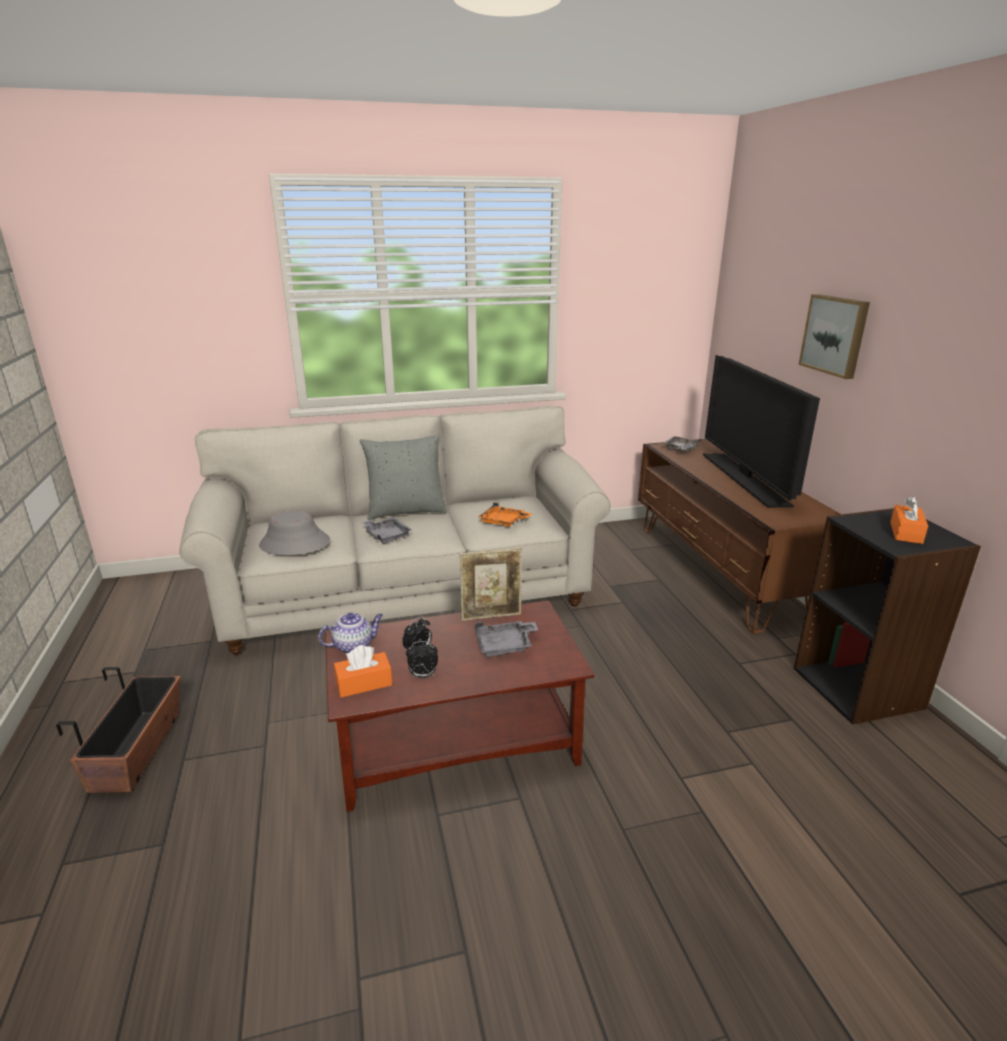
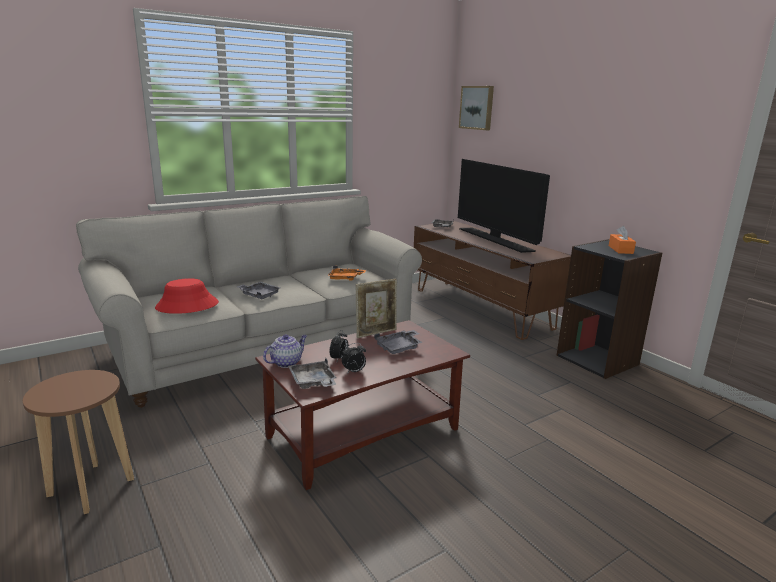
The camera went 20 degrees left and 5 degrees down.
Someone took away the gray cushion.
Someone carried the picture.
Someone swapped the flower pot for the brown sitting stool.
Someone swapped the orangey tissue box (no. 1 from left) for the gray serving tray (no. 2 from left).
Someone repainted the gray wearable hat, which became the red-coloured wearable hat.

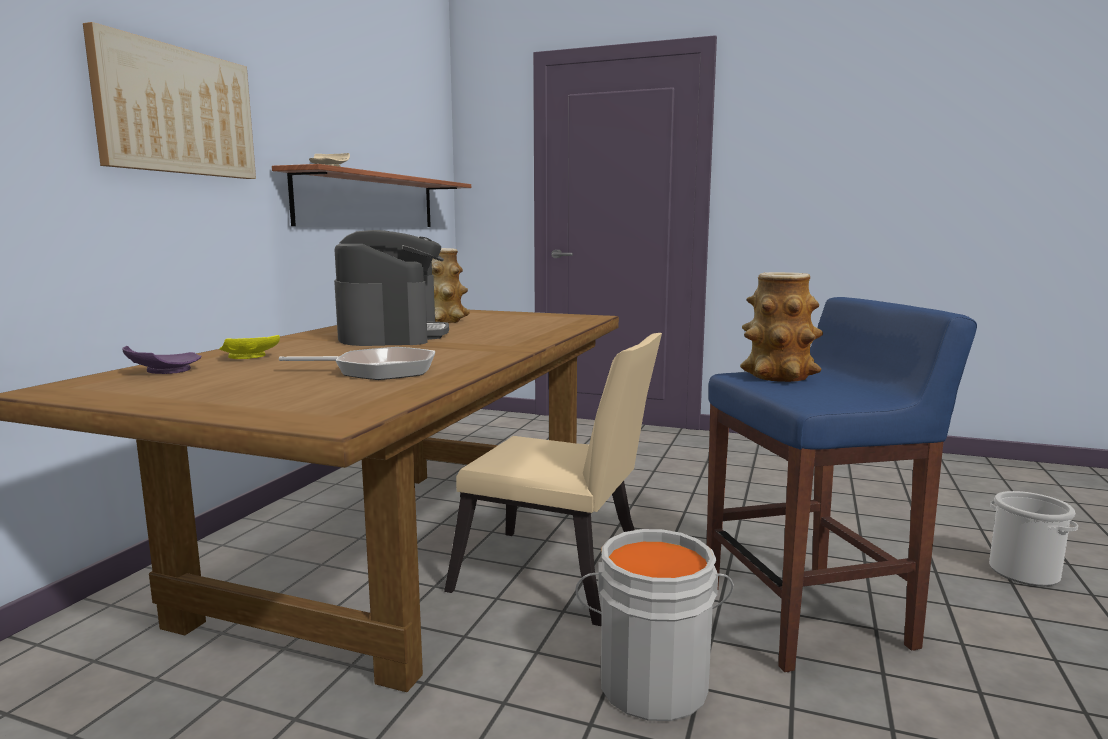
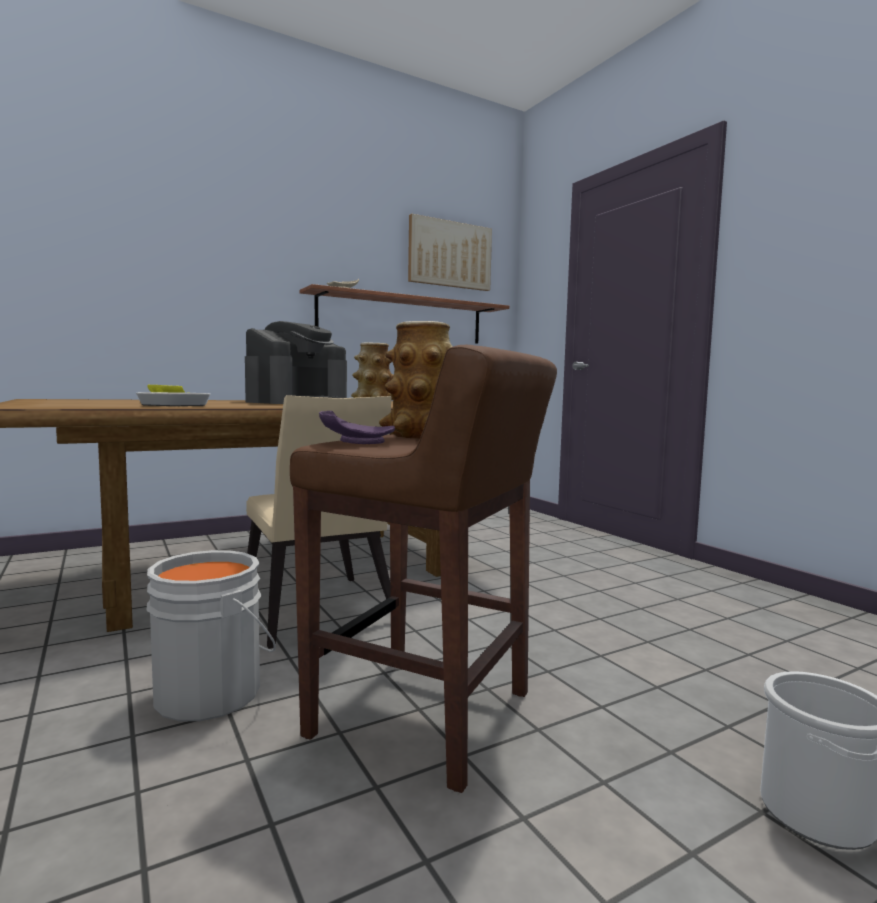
The camera went 40 degrees right and 5 degrees down.
Someone carried the picture.
Someone carried the purple flat dish.
Someone repainted the bluish sitting stool, which became the brown sitting stool.

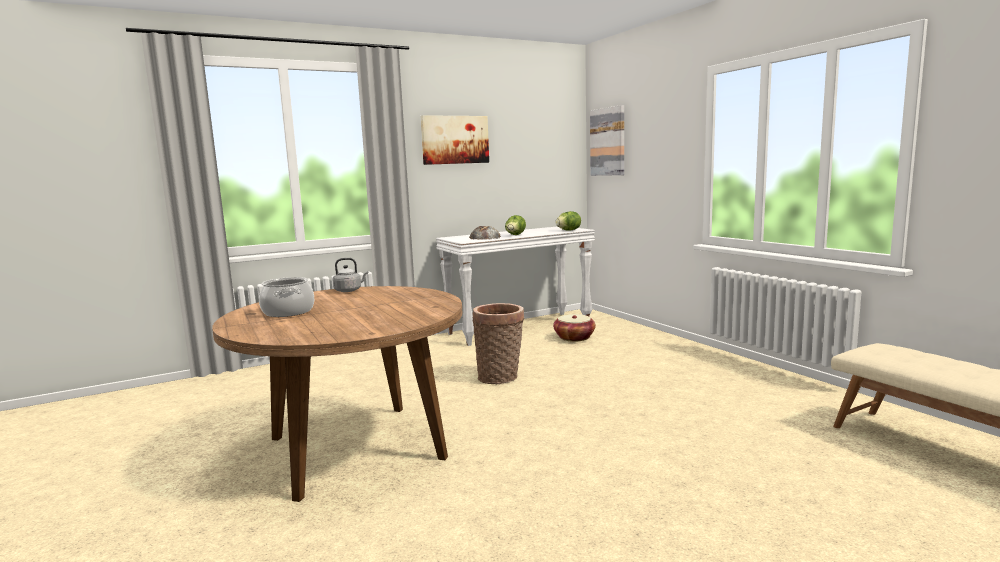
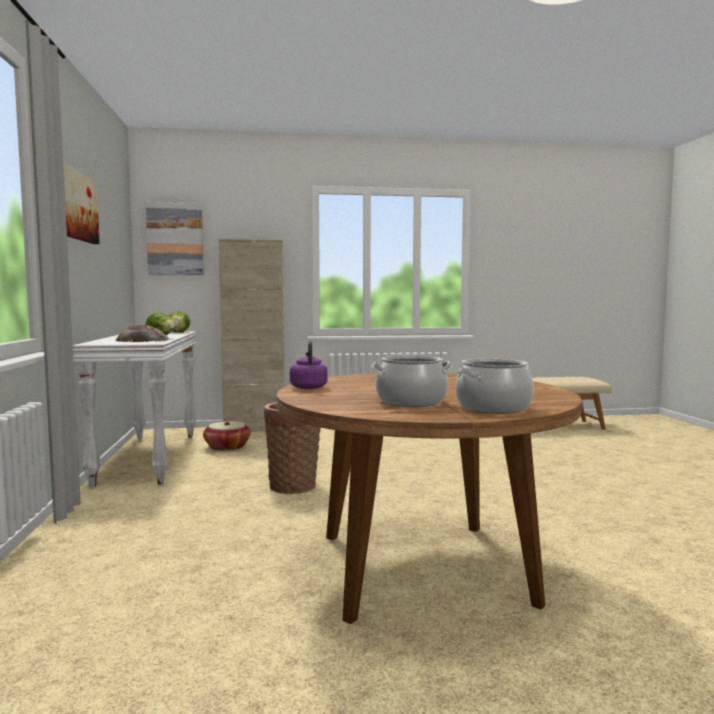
The camera went 70 degrees left and 5 degrees down.
Someone put down the beige-coloured cupboard.
Someone put down the cooking pot (no. 2 from left).
Someone repainted the gray tea kettle, which became the purple tea kettle.

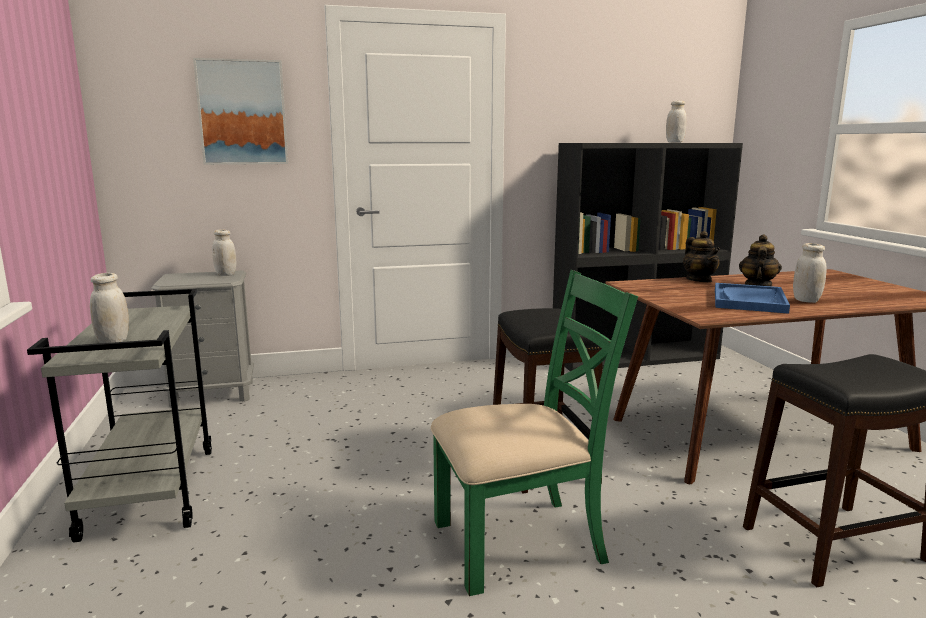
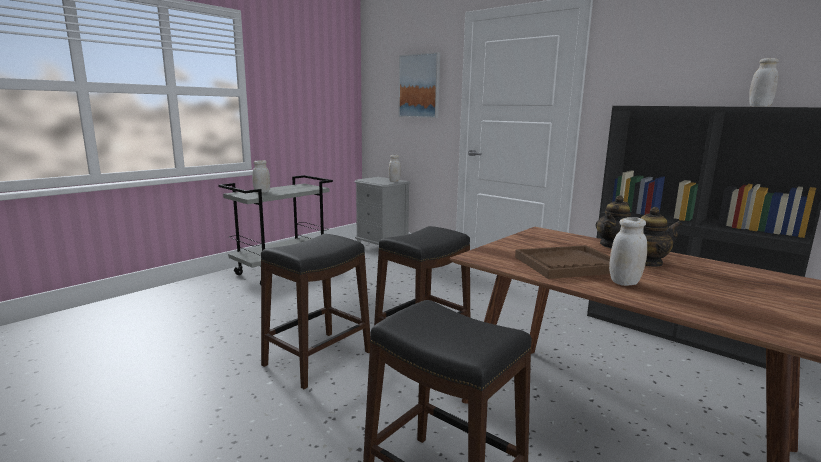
The camera went 55 degrees right and 0 degrees up.
Someone swapped the green plain chair for the black sitting stool (no. 1 from left).
Someone repainted the bluish serving tray, which became the brown serving tray.

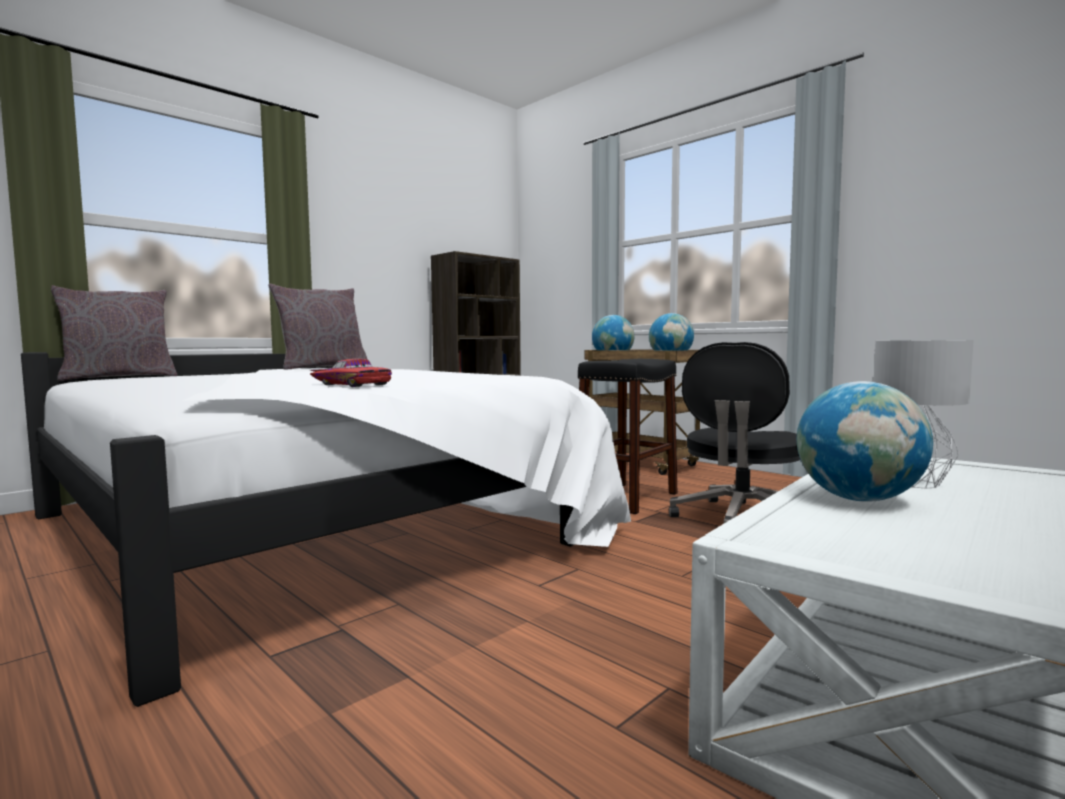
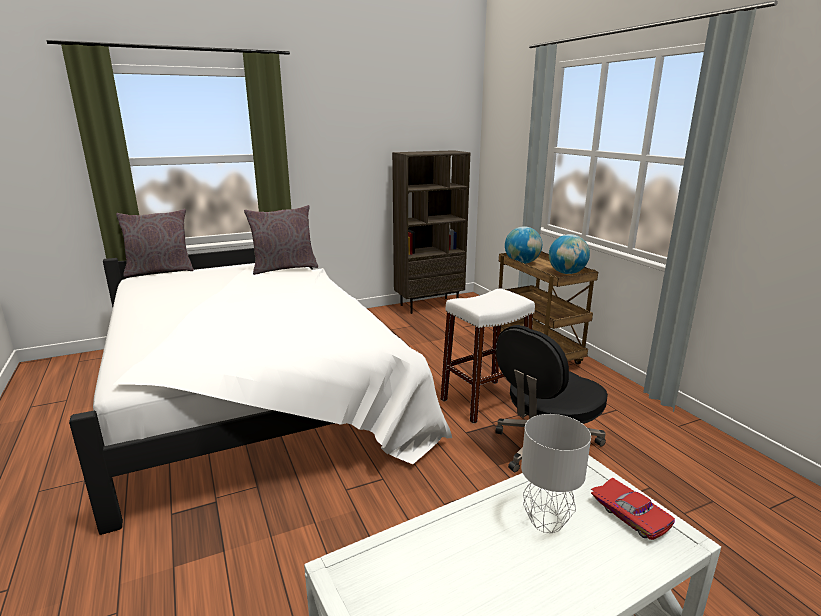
The camera went 20 degrees right and 15 degrees up.
Someone took away the desk globe (no. 3 from left).
Someone carried the red-coloured toy car.
Someone repainted the black sitting stool, which became the whitish sitting stool.

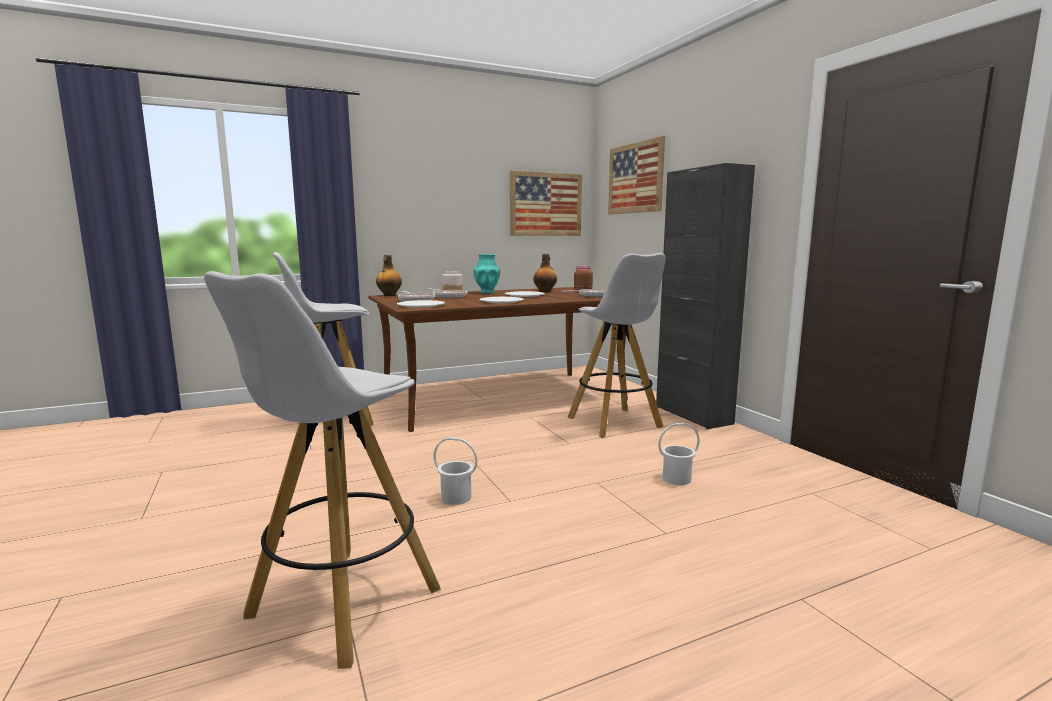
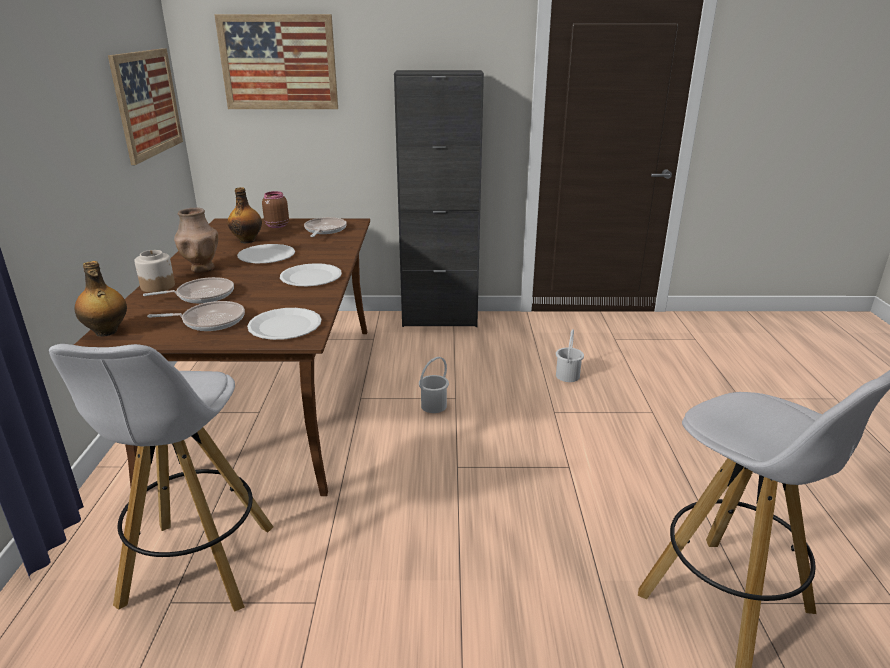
The camera went 65 degrees left and 15 degrees up.
Someone took away the whitish sitting stool (no. 3 from left).
Someone carried the whitish pail (no. 1 from left).
Someone repainted the blue-green flower vase, which became the brown flower vase.

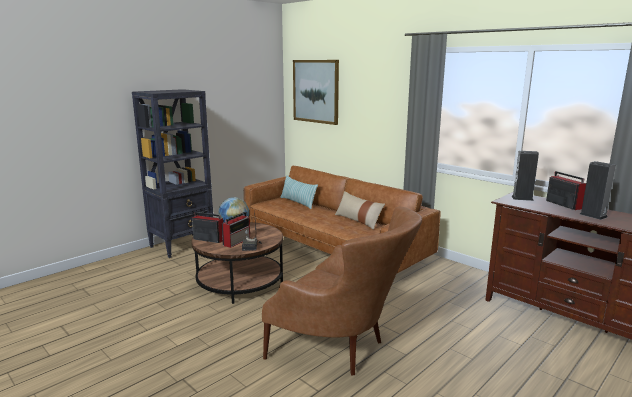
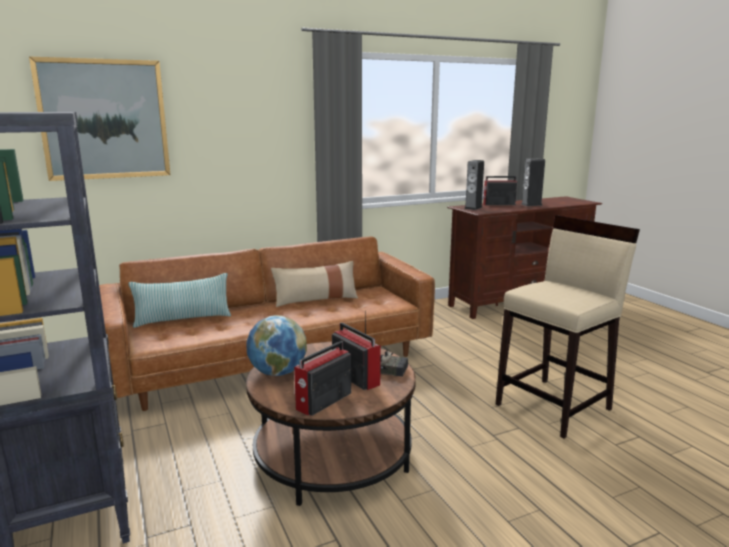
The camera went 70 degrees left and 0 degrees up.
Someone swapped the brown armchair for the beige-coloured sitting stool.

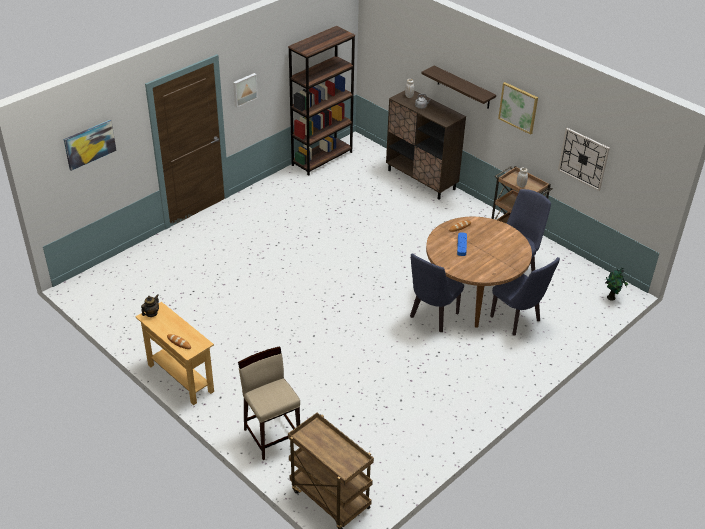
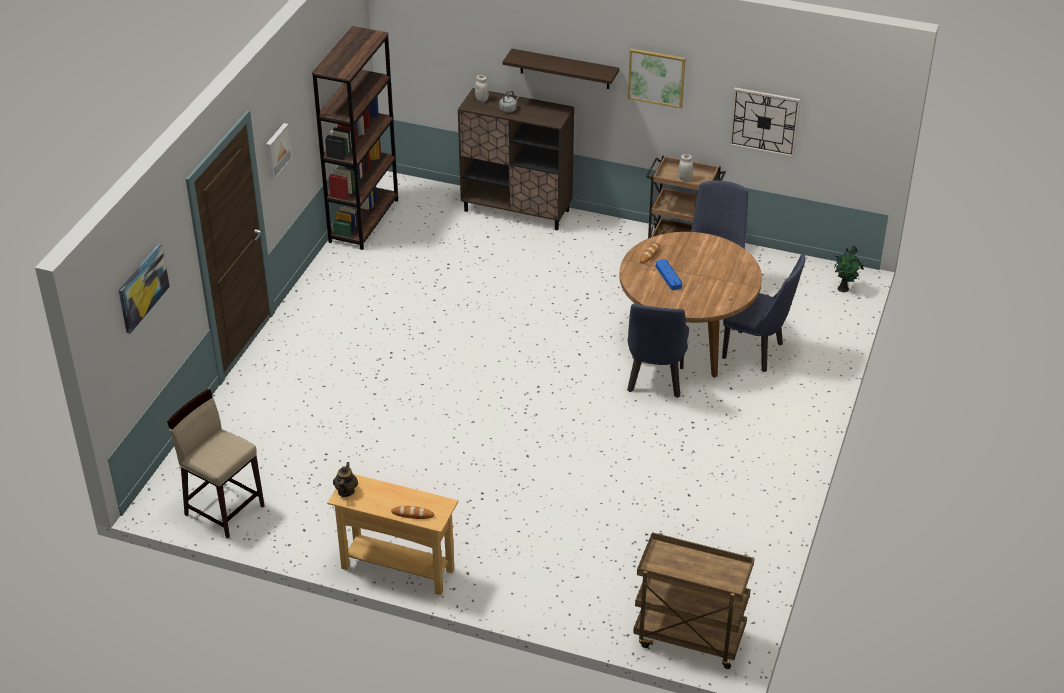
The camera went 25 degrees left and 0 degrees up.
Someone carried the beige-coloured sitting stool.

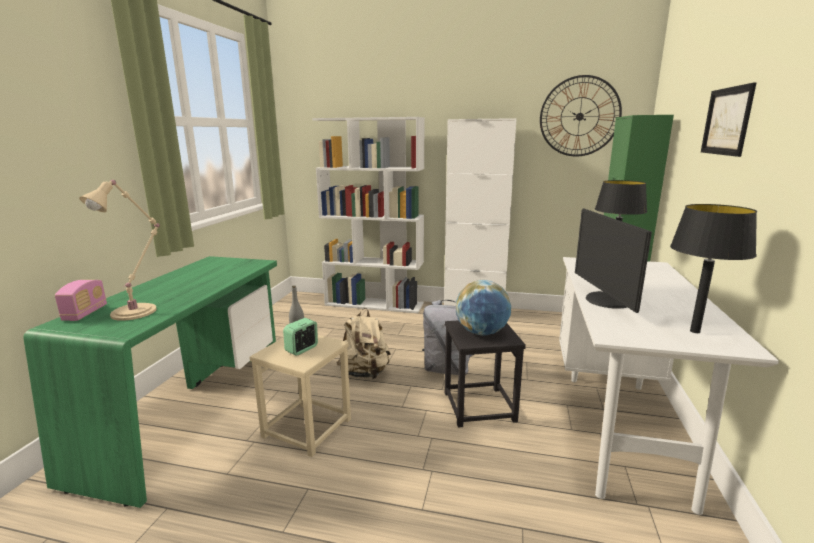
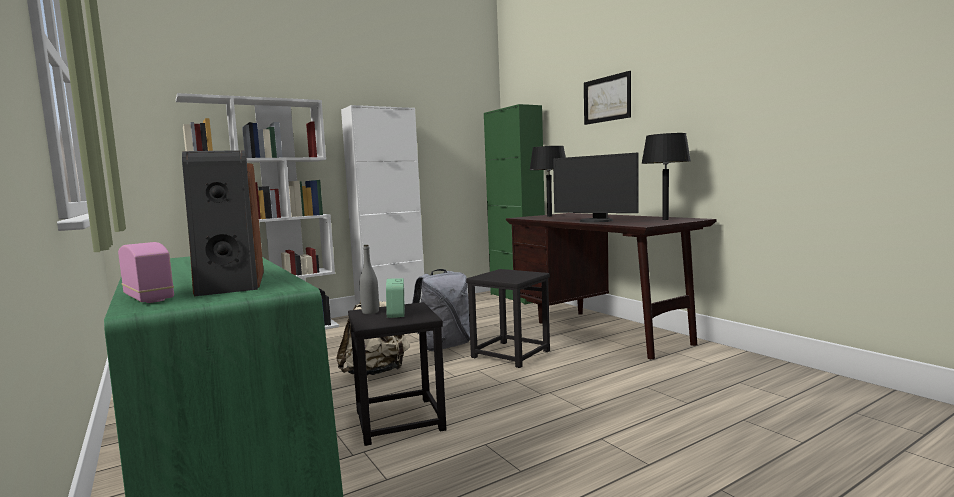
The camera went 45 degrees left and 10 degrees down.
Someone took away the desk globe.
Someone took away the hanging clock.
Someone swapped the beige-coloured lamp for a table for the speaker.
Someone repainted the beige-coloured sitting stool, which became the black sitting stool (no. 1 from left).
Someone repainted the whitish desk, which became the brown desk.

